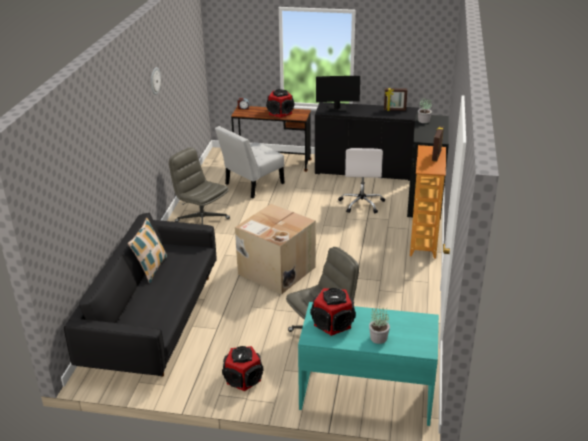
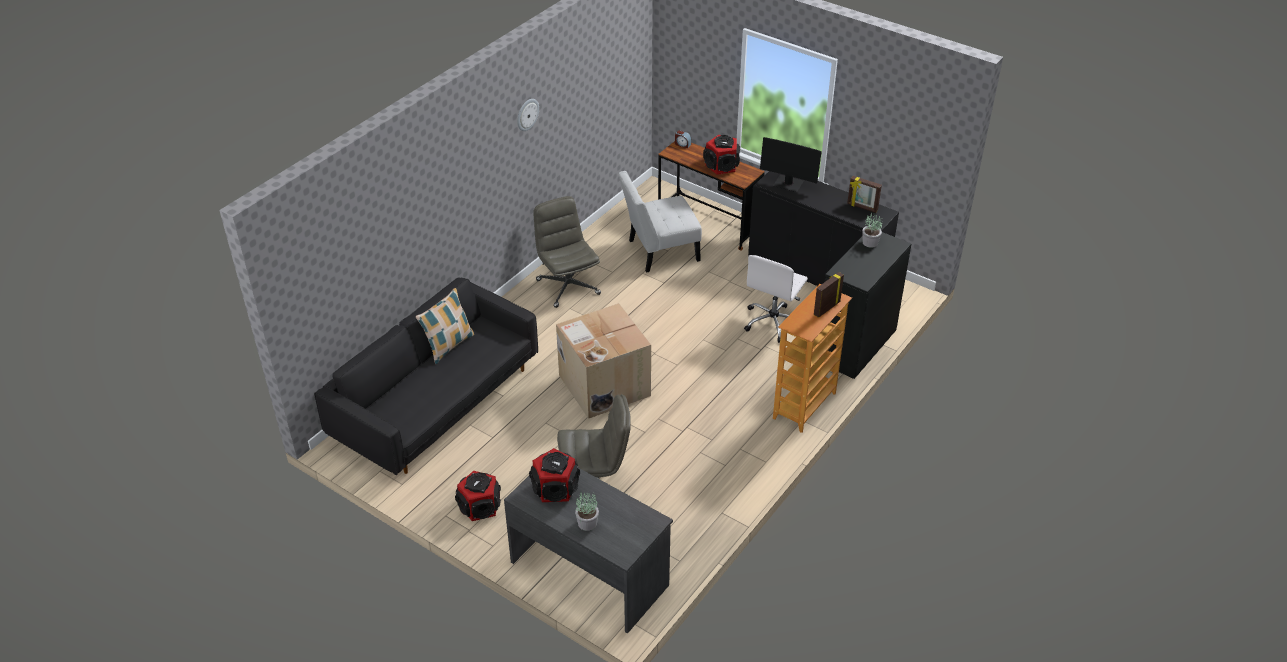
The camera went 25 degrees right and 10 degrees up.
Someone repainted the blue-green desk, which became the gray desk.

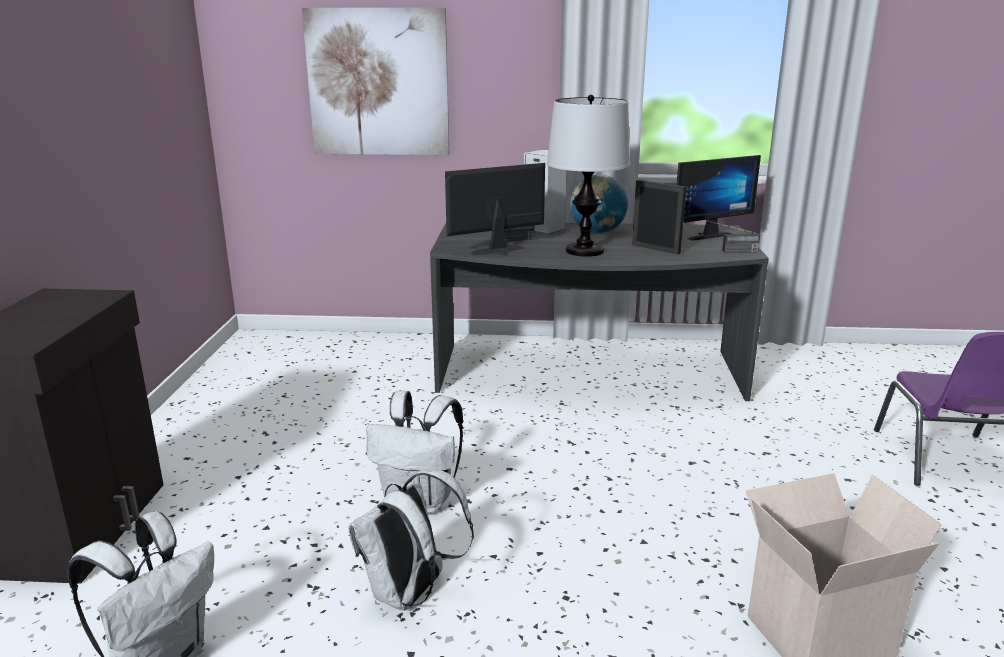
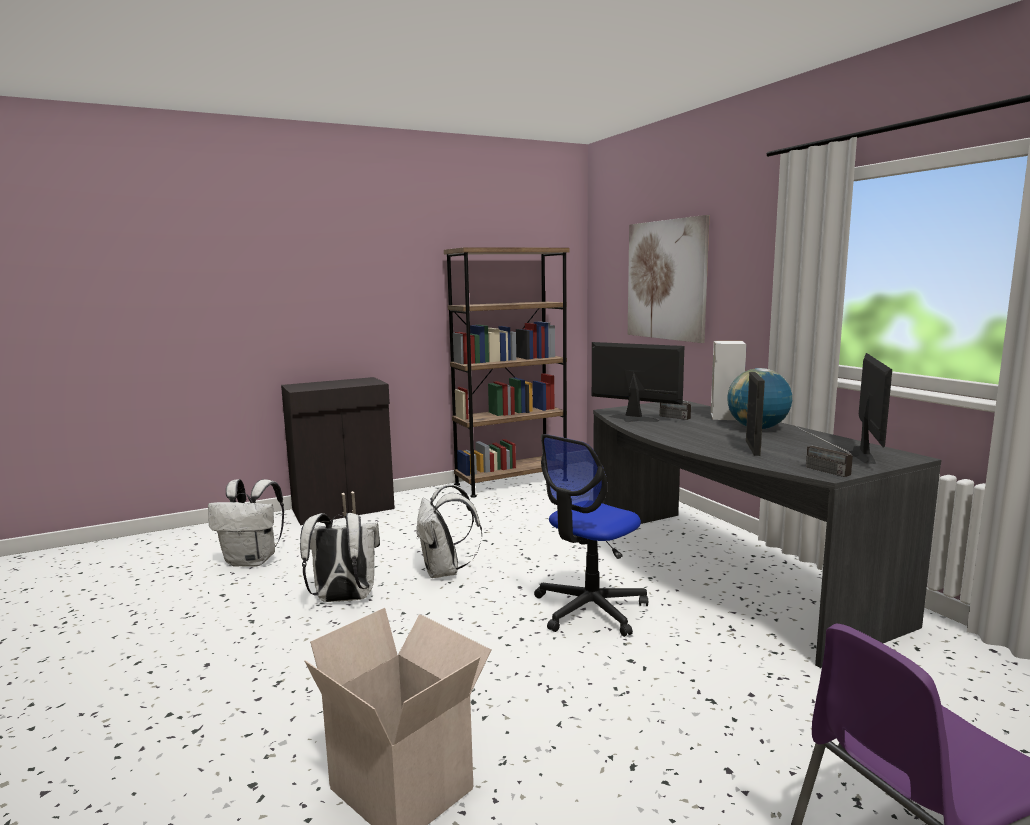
The camera went 60 degrees right and 10 degrees down.
Someone took away the lamp for a table.
Someone put down the brown shelving unit.
Someone put down the office chair.
Someone rotated the computer display (no. 2 from left) by 105 degrees counterclockwise.

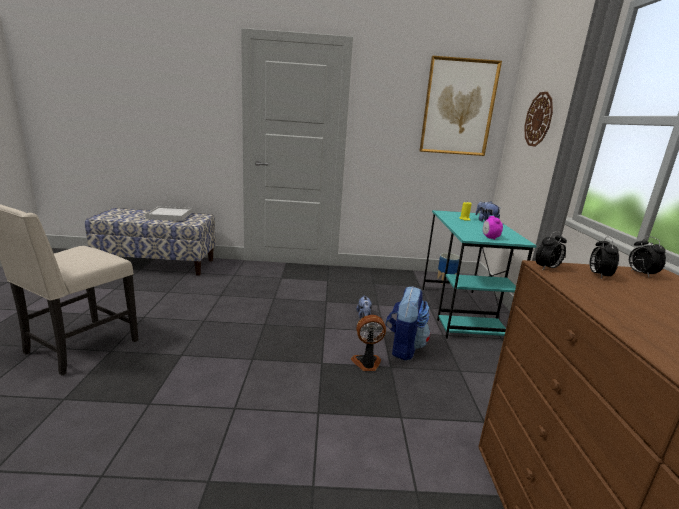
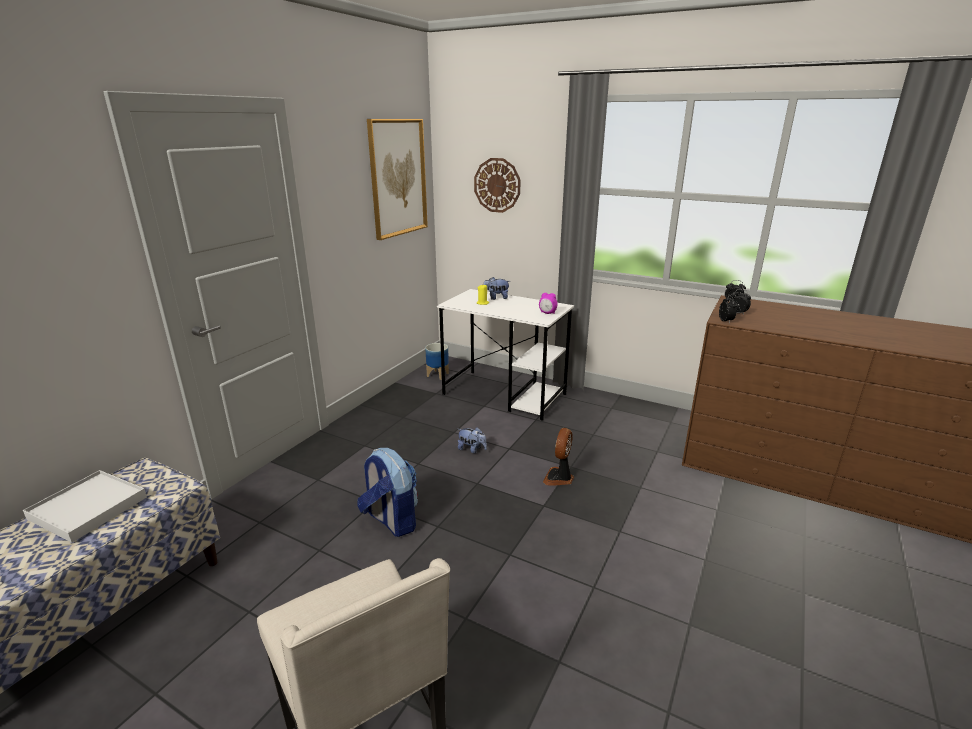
The camera went 60 degrees left and 5 degrees up.
Someone carried the backpack.
Someone repainted the blue-green desk, which became the whitish desk.

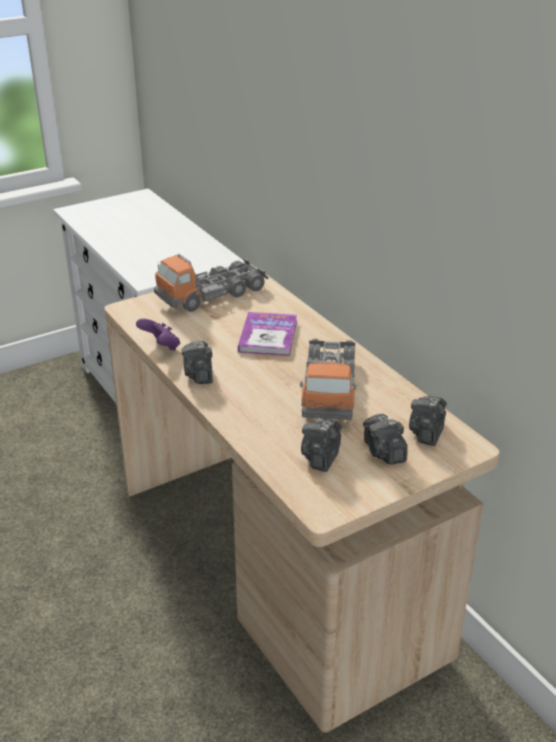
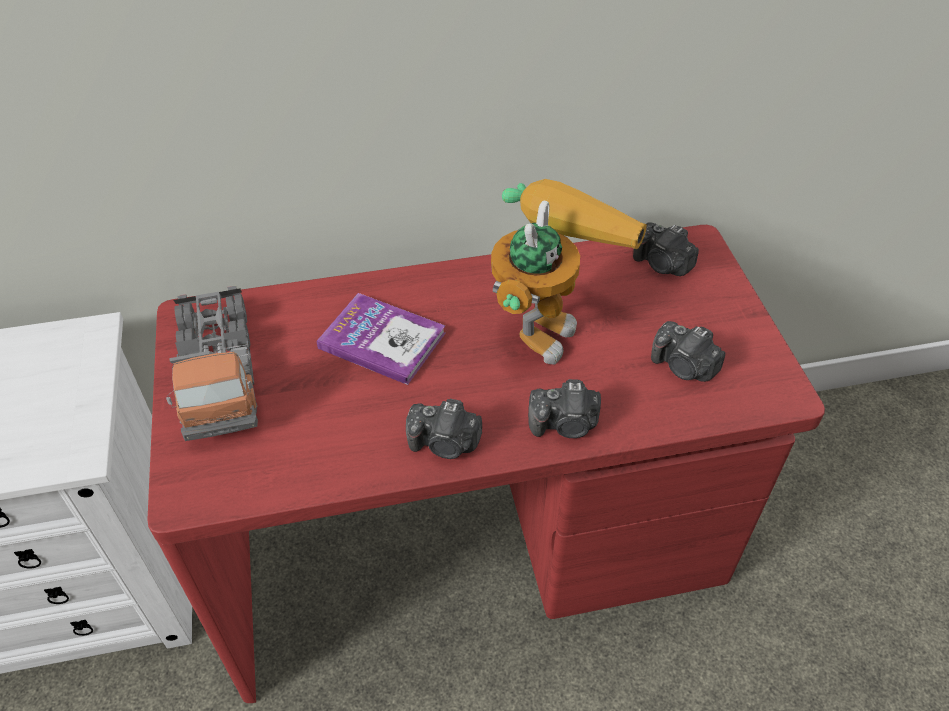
The camera went 70 degrees left and 15 degrees up.
Someone took away the purple gamepad.
Someone carried the photo camera (no. 3 from left in the first image).
Someone swapped the model truck (no. 2 from left) for the model robot.
Someone repainted the beige-coloured desk, which became the red-coloured desk.

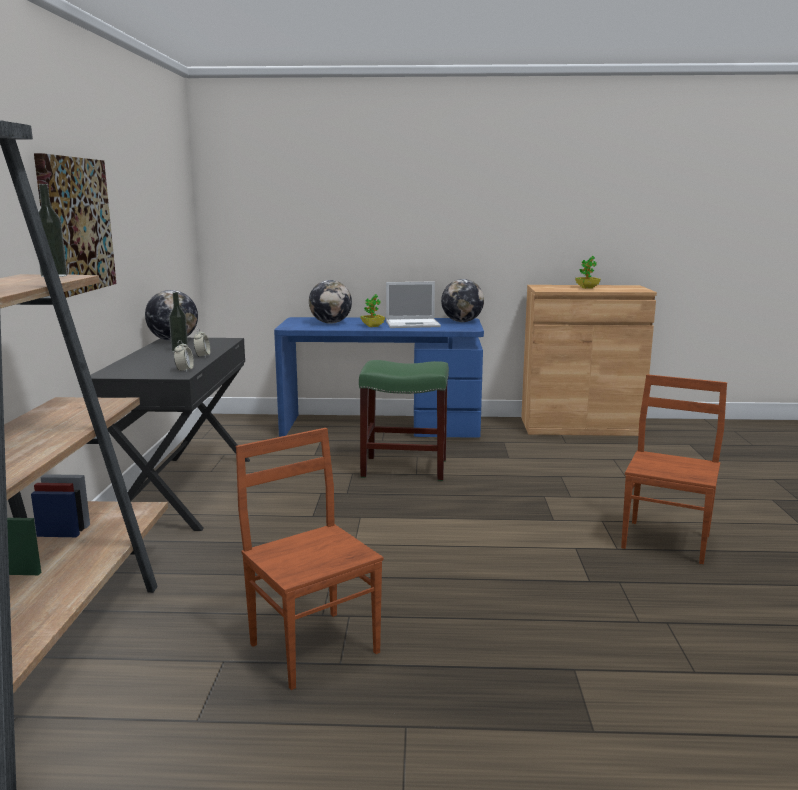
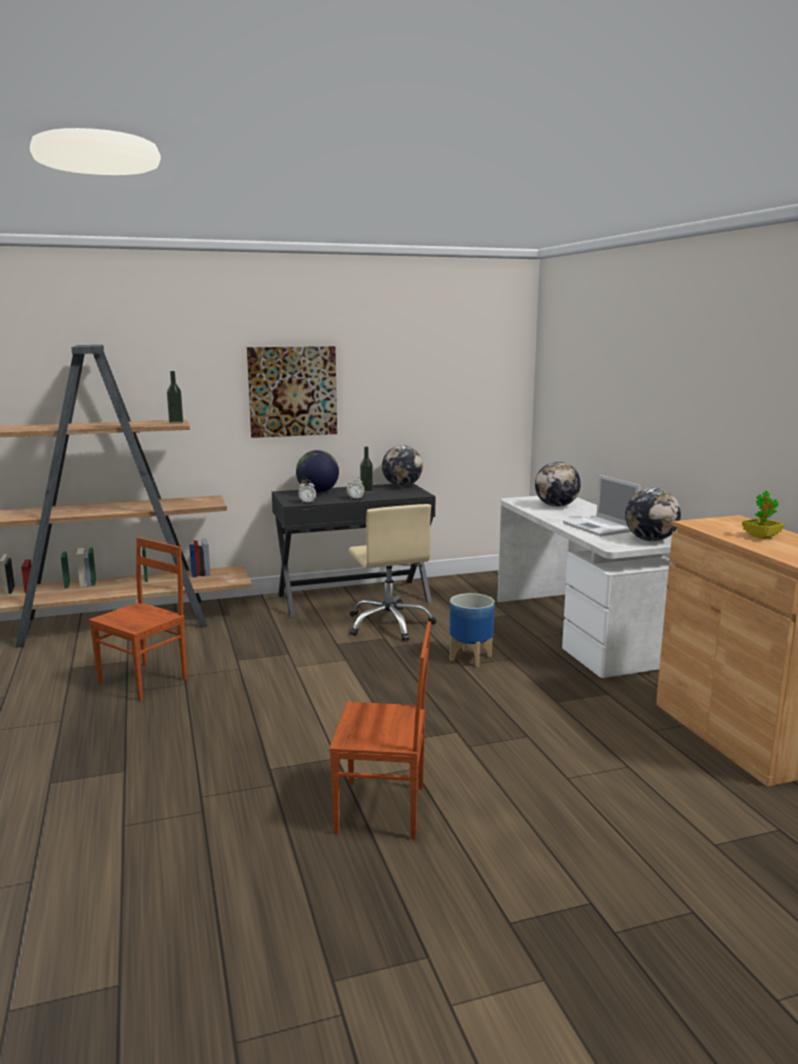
The camera went 70 degrees right and 0 degrees up.
Someone took away the plant in a pot (no. 1 from left).
Someone put down the desk globe (no. 1 from left).
Someone put down the beige-coloured office chair.
Someone swapped the green sitting stool for the flower pot.
Someone repainted the bluish desk, which became the whitish desk.

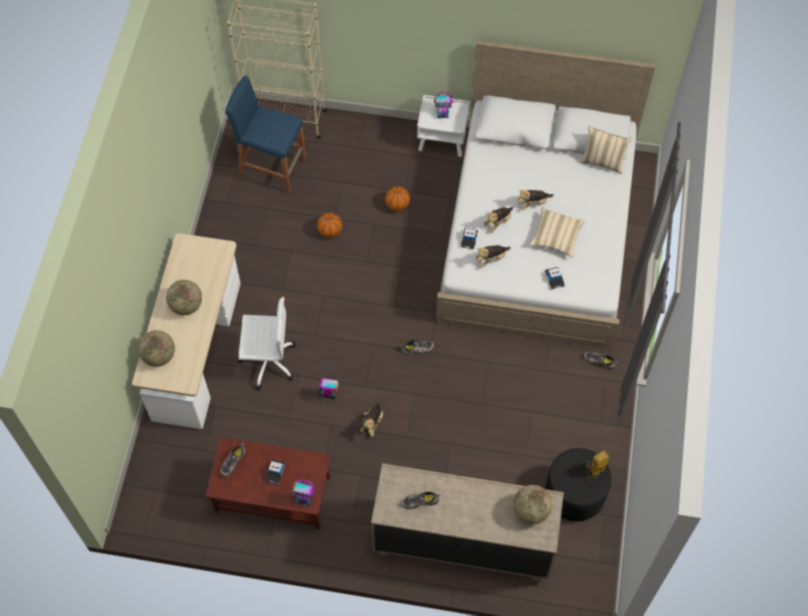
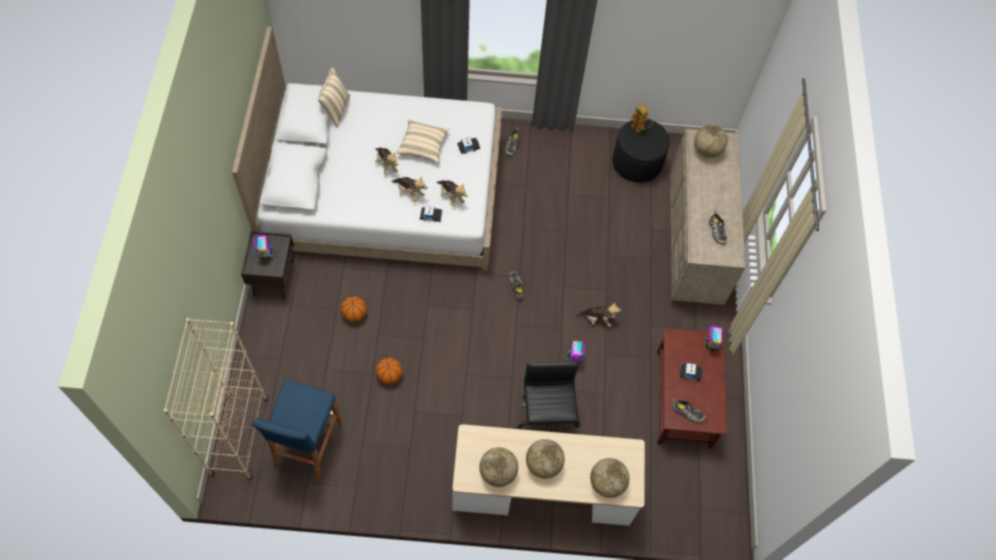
The camera went 100 degrees left and 0 degrees up.
Someone put down the desk globe (no. 1 from left).
Someone repainted the whitish office chair, which became the black office chair.
Someone repainted the whitish nightstand, which became the brown nightstand.

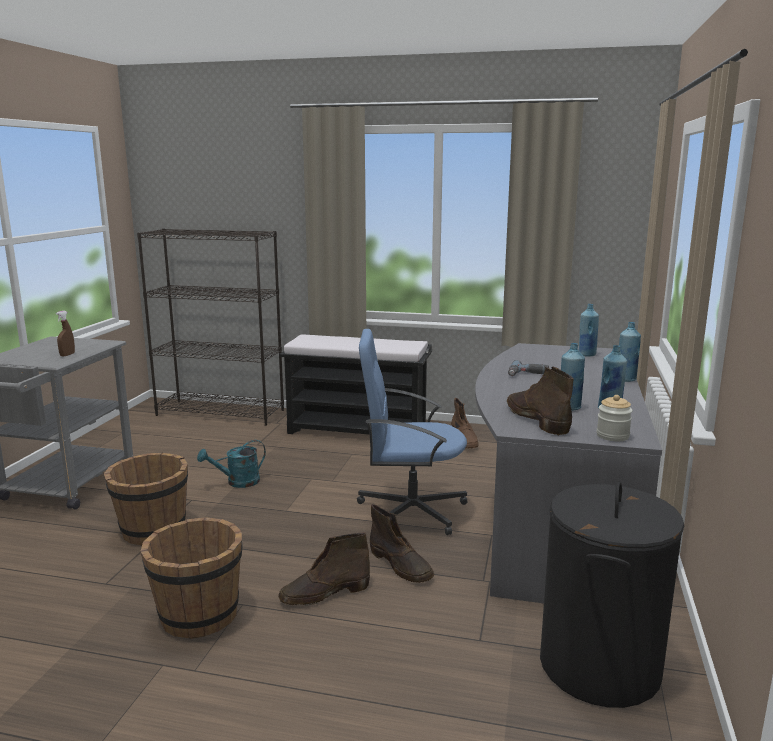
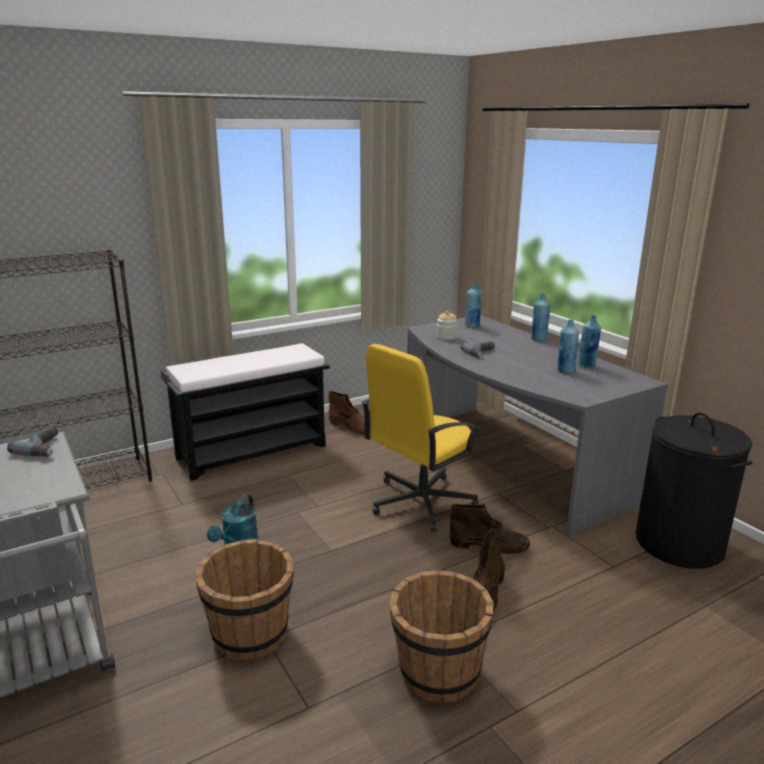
The camera went 45 degrees left and 5 degrees up.
Someone took away the brown spray bottle.
Someone took away the brown boot (no. 4 from left).
Someone put down the drill (no. 1 from left).
Someone carried the storage jar.
Someone repainted the bluish office chair, which became the yellow office chair.

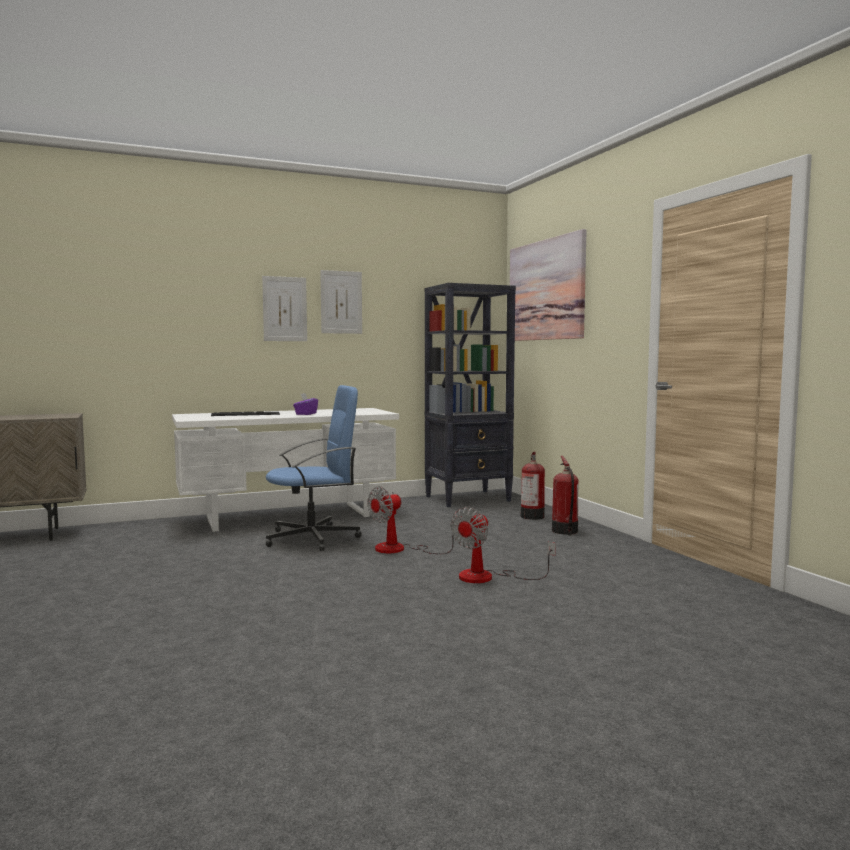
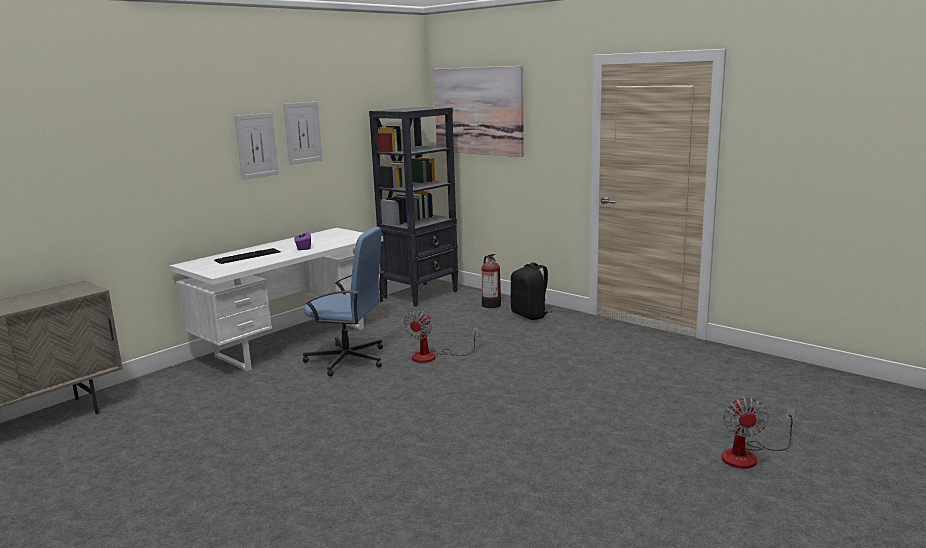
The camera went 25 degrees left and 10 degrees up.
Someone carried the cooling fan (no. 2 from left).
Someone swapped the fire extinguisher (no. 2 from left) for the black backpack.
Someone rotated the bluish office chair by 60 degrees clockwise.

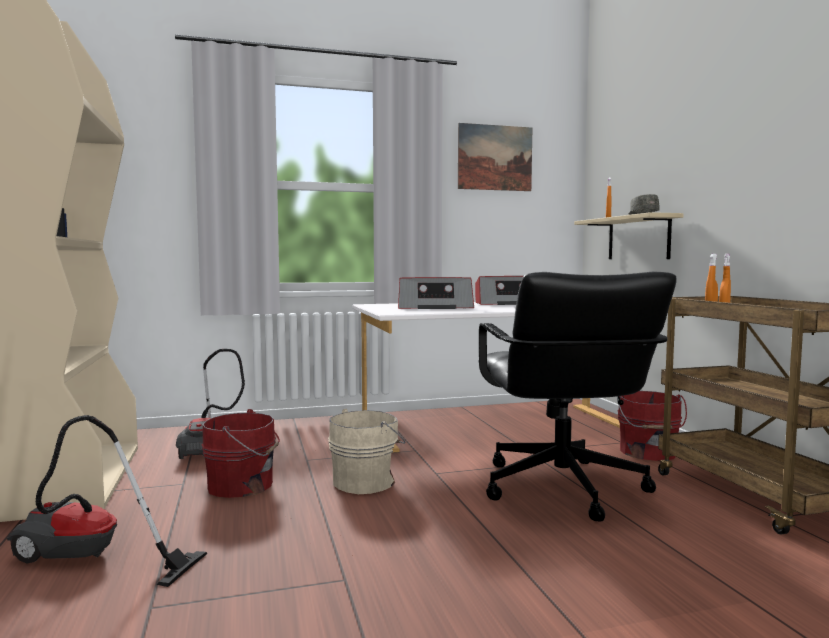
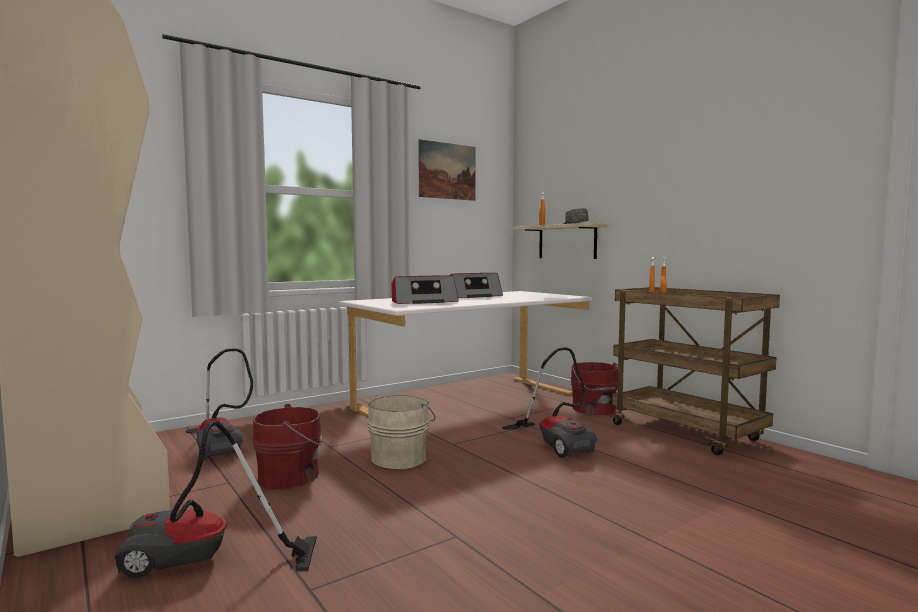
The camera went 20 degrees left and 0 degrees up.
Someone swapped the black office chair for the hoover (no. 3 from left).

